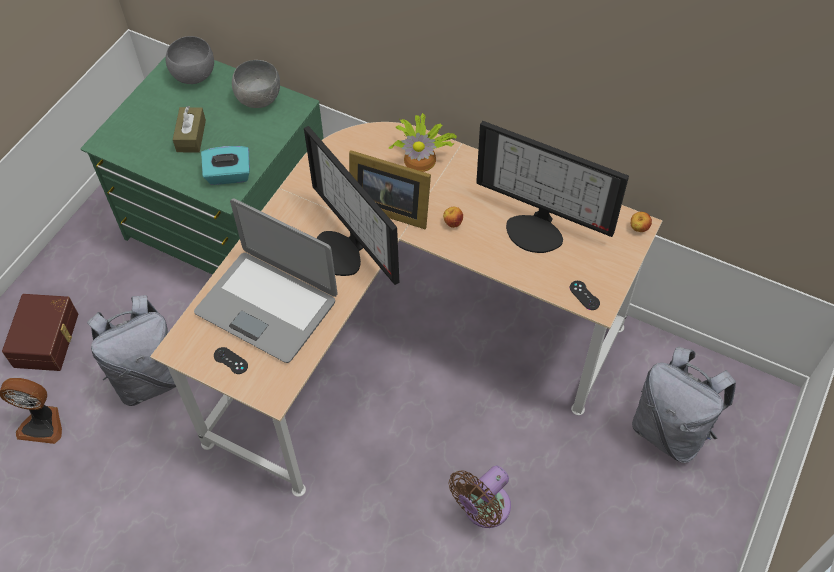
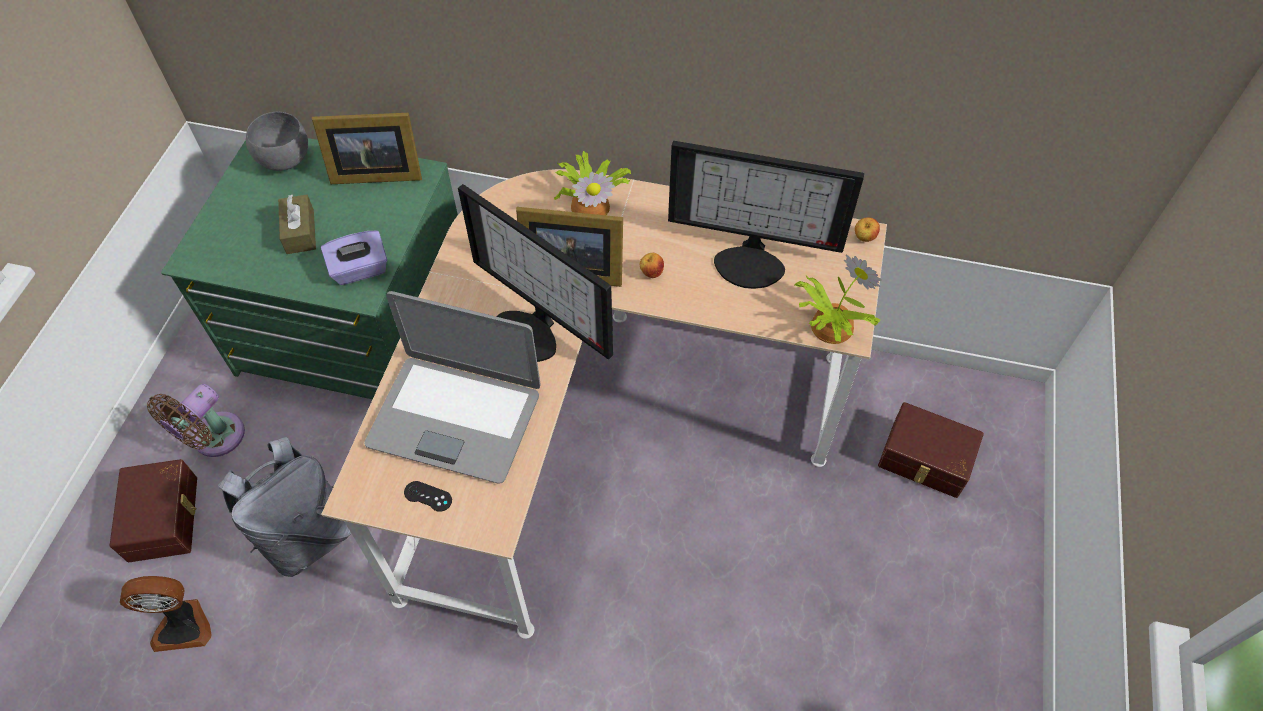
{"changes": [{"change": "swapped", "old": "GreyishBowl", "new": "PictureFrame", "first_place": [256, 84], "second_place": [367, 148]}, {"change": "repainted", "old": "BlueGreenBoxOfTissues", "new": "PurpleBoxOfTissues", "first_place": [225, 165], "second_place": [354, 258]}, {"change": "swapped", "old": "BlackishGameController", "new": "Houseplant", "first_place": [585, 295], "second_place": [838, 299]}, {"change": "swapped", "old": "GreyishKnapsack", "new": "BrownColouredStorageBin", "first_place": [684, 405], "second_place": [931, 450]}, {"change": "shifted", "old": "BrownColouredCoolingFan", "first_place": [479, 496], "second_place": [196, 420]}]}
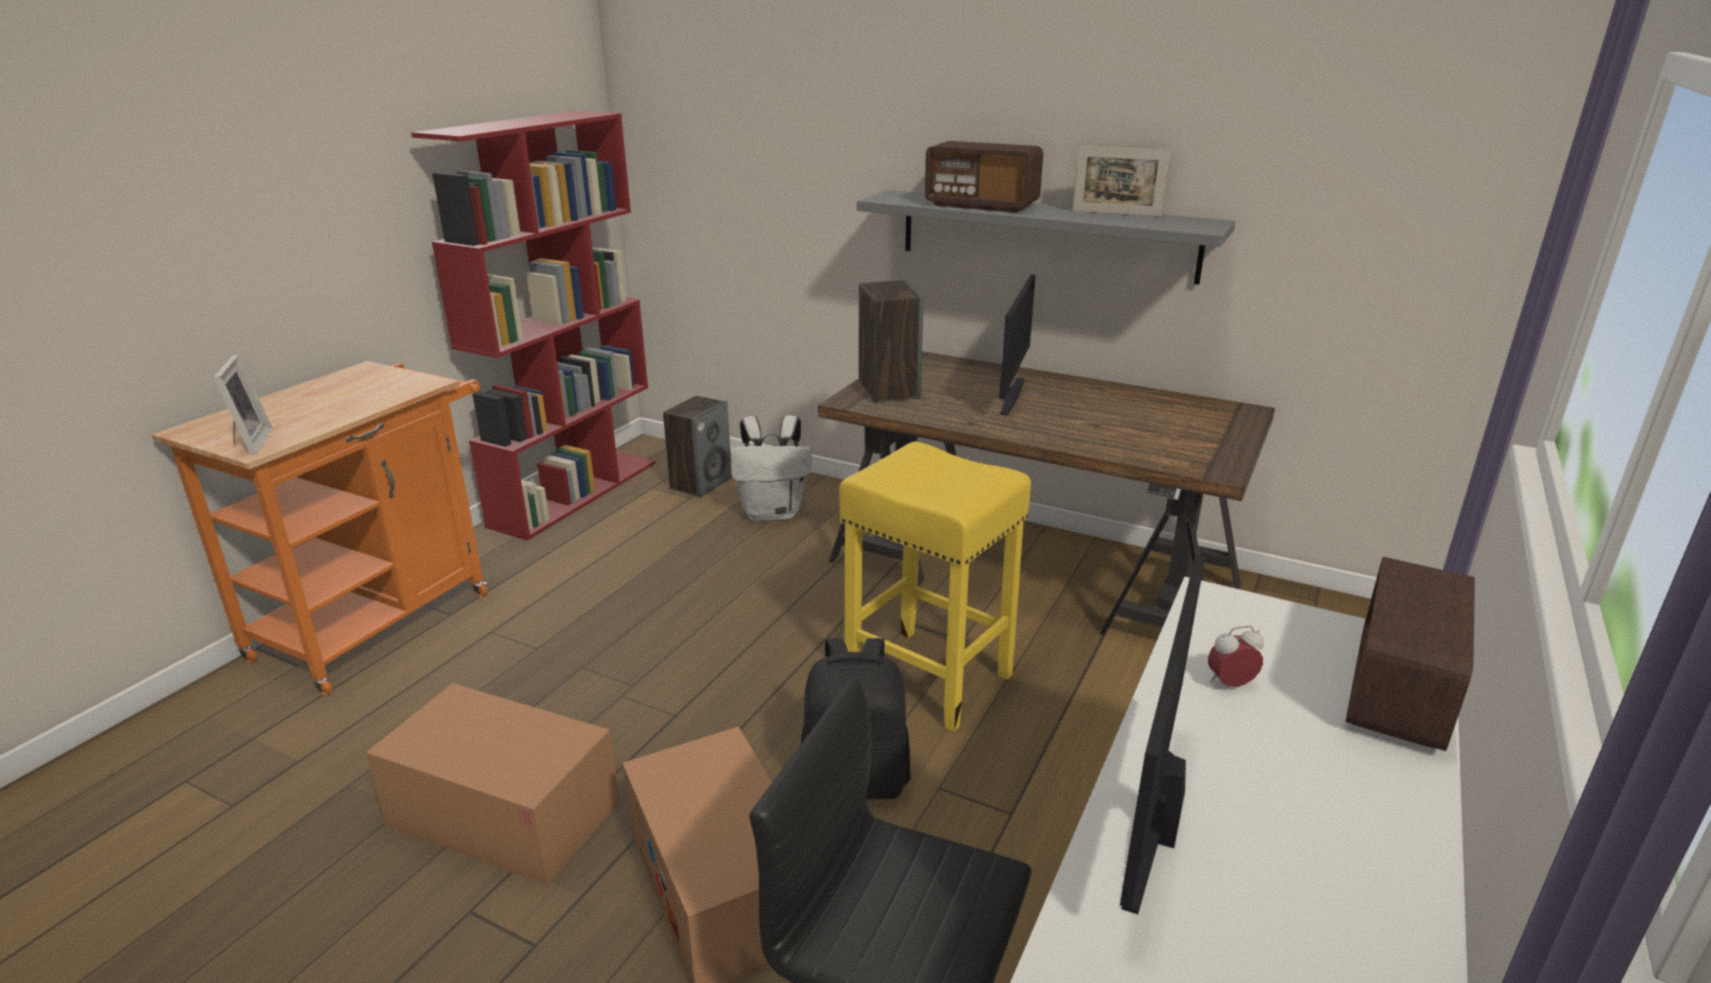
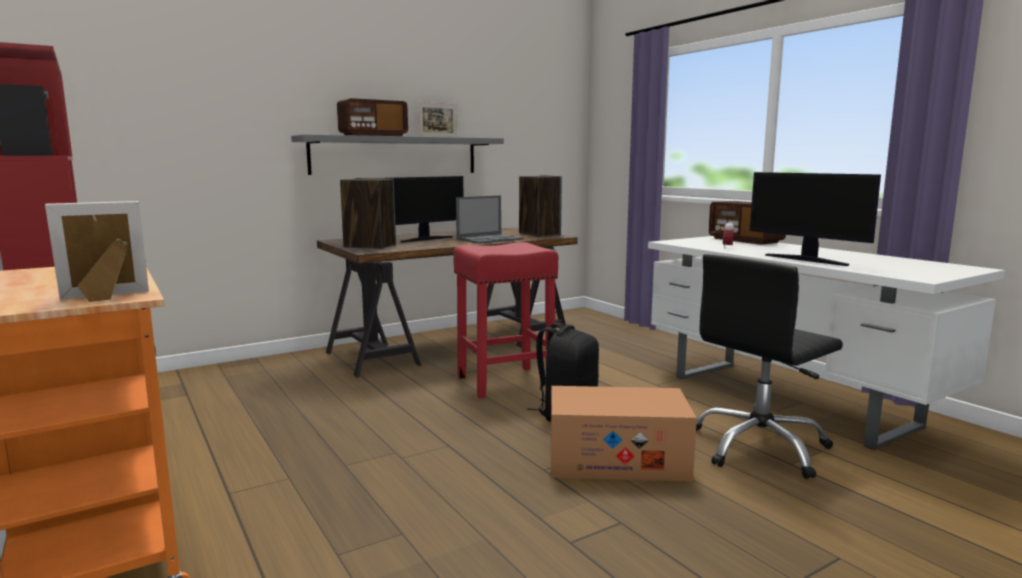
{"changes": [{"change": "rotated", "old": "Monitor", "first_place": [1017, 345], "second_place": [428, 209], "degrees": 90}, {"change": "rotated", "old": "PictureFrame", "first_place": [243, 405], "second_place": [97, 251], "degrees": -45}, {"change": "shifted", "old": "Speaker", "first_place": [697, 447], "second_place": [540, 206]}, {"change": "gone", "old": "WhitishKnapsack", "first_place": [771, 468]}, {"change": "repainted", "old": "YellowishStoolSeat", "new": "RedColouredStoolSeat", "first_place": [935, 587], "second_place": [505, 320]}, {"change": "gone", "old": "PackingBox", "first_place": [493, 784]}, {"change": "new", "new": "NotebookComputer", "second_place": [490, 219]}]}
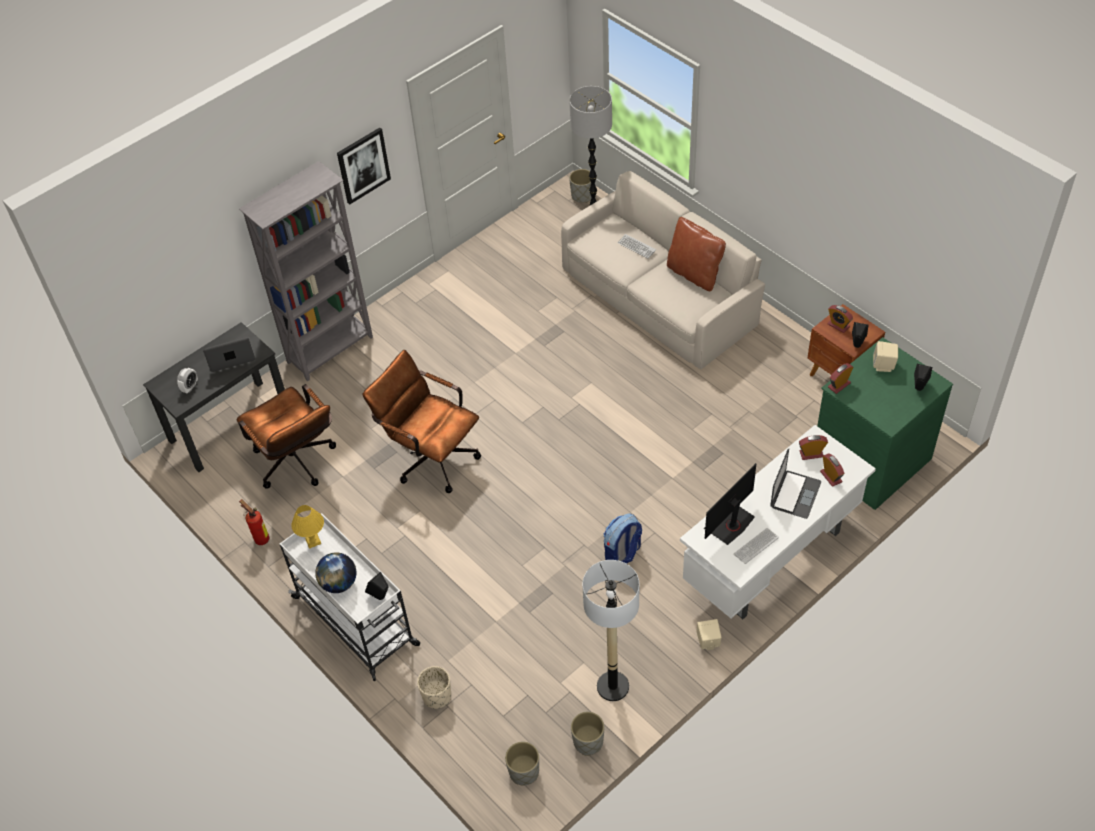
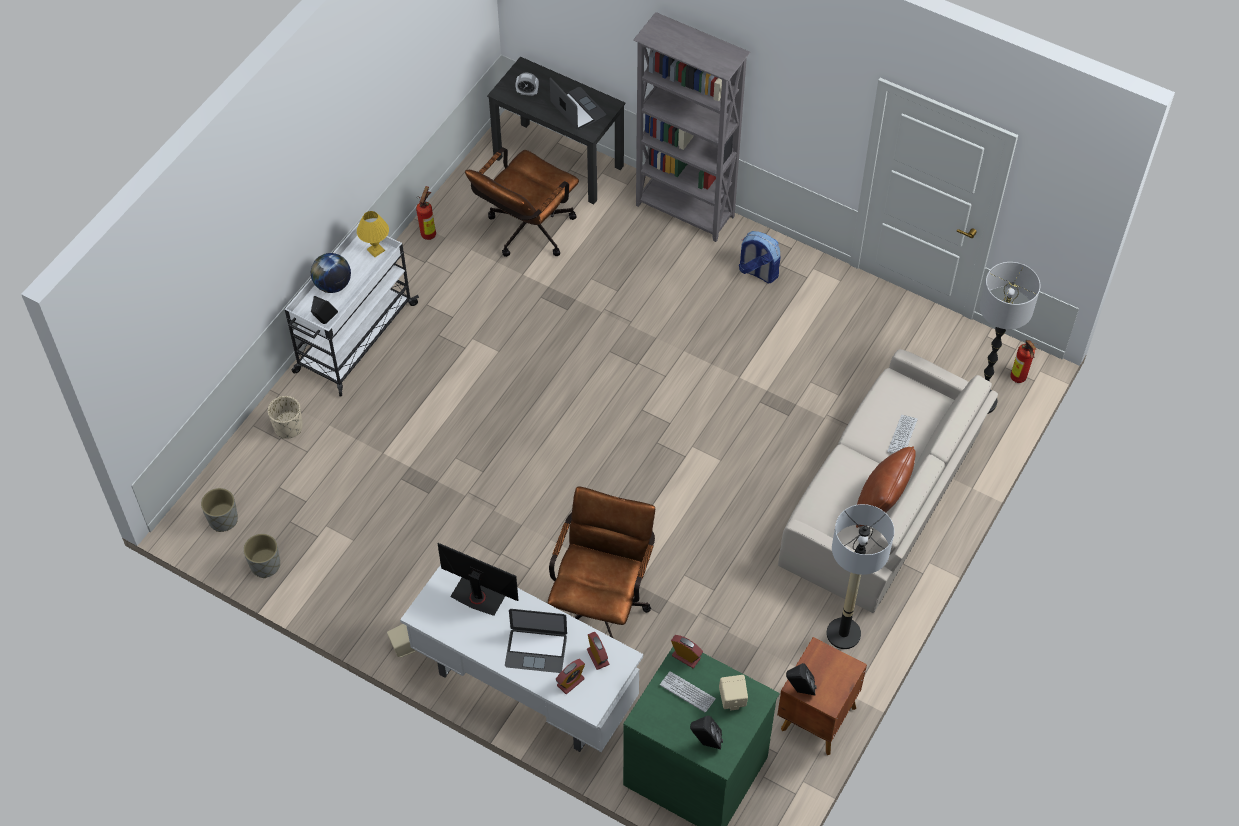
{"changes": [{"change": "gone", "old": "WallArt", "first_place": [364, 165]}, {"change": "swapped", "old": "GreyishFlowerPot", "new": "Extinguisher", "first_place": [580, 186], "second_place": [1023, 361]}, {"change": "gone", "old": "AlarmClock", "first_place": [840, 319]}, {"change": "shifted", "old": "BrownColouredComputerChair", "first_place": [422, 421], "second_place": [601, 562]}, {"change": "shifted", "old": "Knapsack", "first_place": [623, 538], "second_place": [759, 257]}, {"change": "shifted", "old": "PcKeyboard", "first_place": [756, 546], "second_place": [688, 691]}, {"change": "shifted", "old": "FloorLamp", "first_place": [610, 630], "second_place": [860, 576]}]}
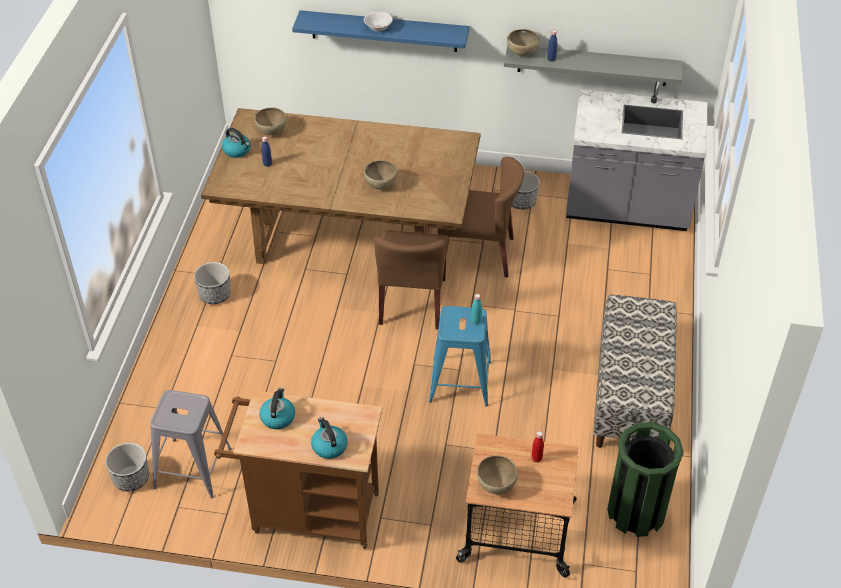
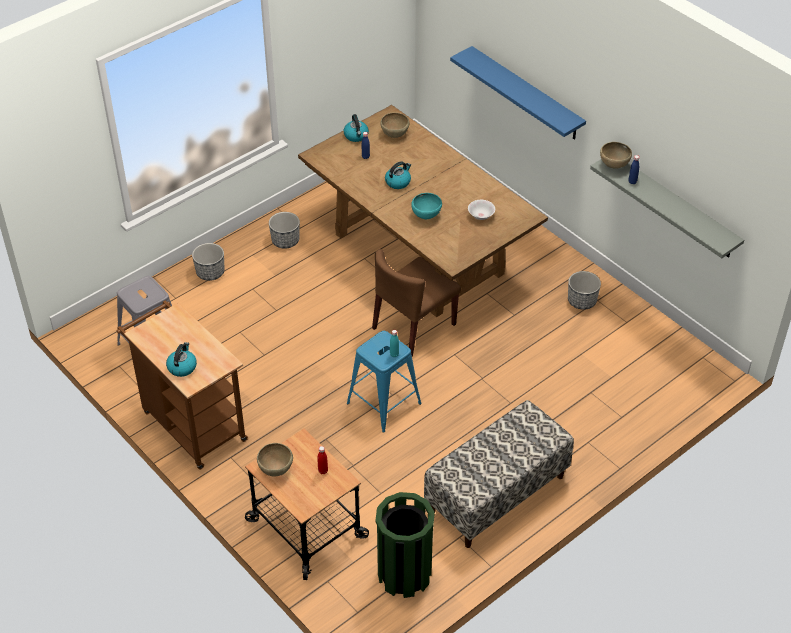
{"changes": [{"change": "shifted", "old": "WhitishBowl", "first_place": [378, 21], "second_place": [481, 210]}, {"change": "gone", "old": "GreyishKitchenCounter", "first_place": [636, 156]}, {"change": "gone", "old": "BrownColouredChair", "first_place": [481, 217]}, {"change": "repainted", "old": "BrownColouredBowl", "new": "BlueGreenBowl", "first_place": [380, 175], "second_place": [426, 206]}, {"change": "shifted", "old": "Kettle", "first_place": [277, 408], "second_place": [398, 175]}, {"change": "shifted", "old": "FlowerPot", "first_place": [127, 467], "second_place": [208, 262]}]}
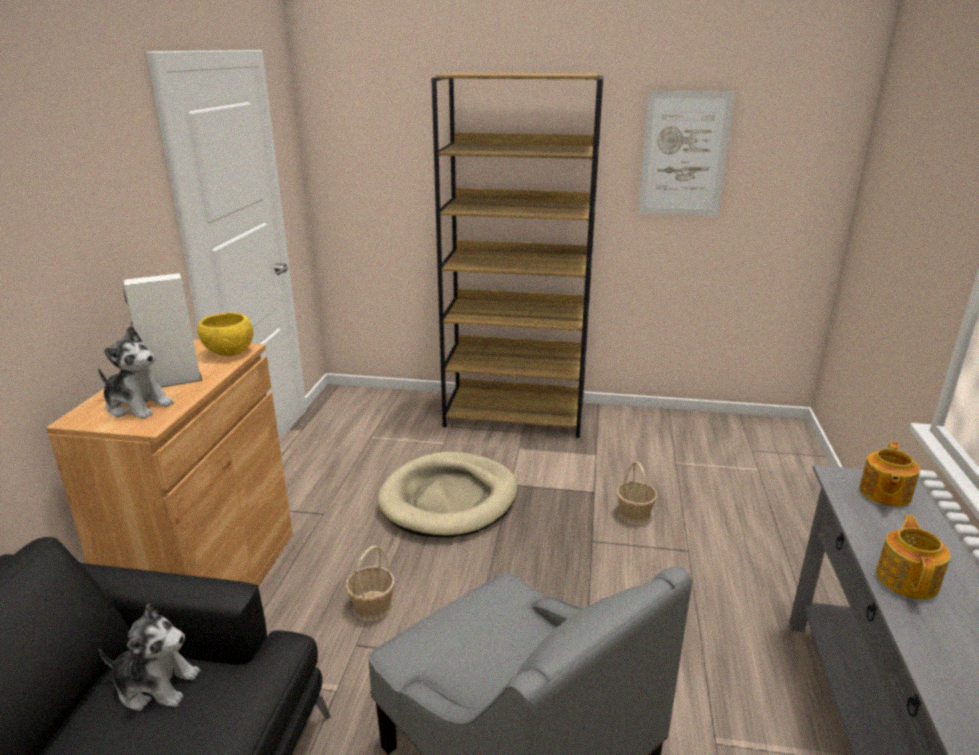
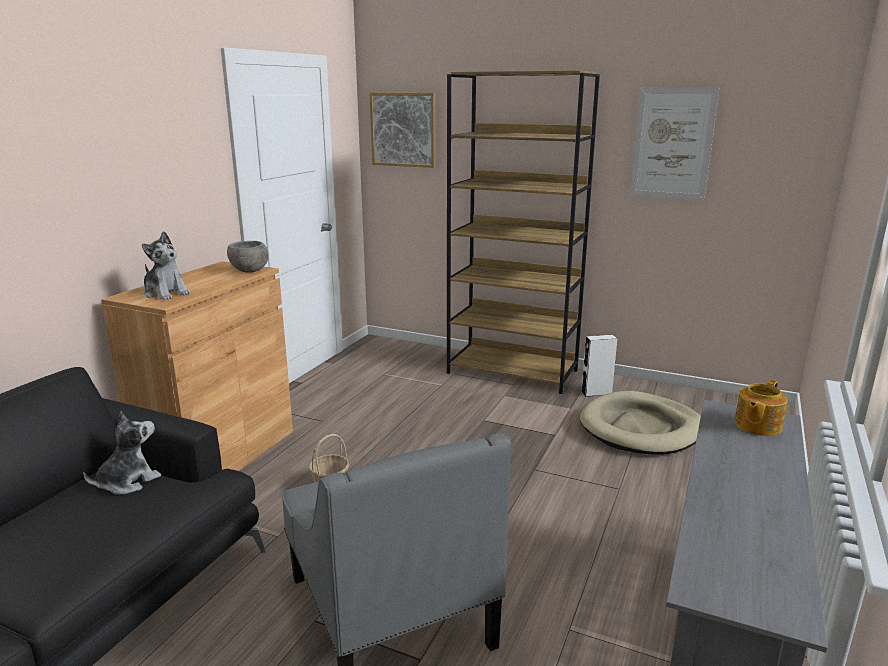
{"changes": [{"change": "shifted", "old": "WhitishSpeaker", "first_place": [162, 330], "second_place": [599, 366]}, {"change": "repainted", "old": "YellowishBowl", "new": "GreyishBowl", "first_place": [225, 334], "second_place": [248, 257]}, {"change": "shifted", "old": "BeigeDogCushion", "first_place": [447, 495], "second_place": [640, 423]}, {"change": "gone", "old": "Basket", "first_place": [637, 492]}, {"change": "gone", "old": "PotForTea", "first_place": [913, 557]}, {"change": "rotated", "old": "CuddlyToy", "first_place": [149, 657], "second_place": [122, 453], "degrees": -75}, {"change": "new", "new": "WallArt", "second_place": [403, 130]}]}
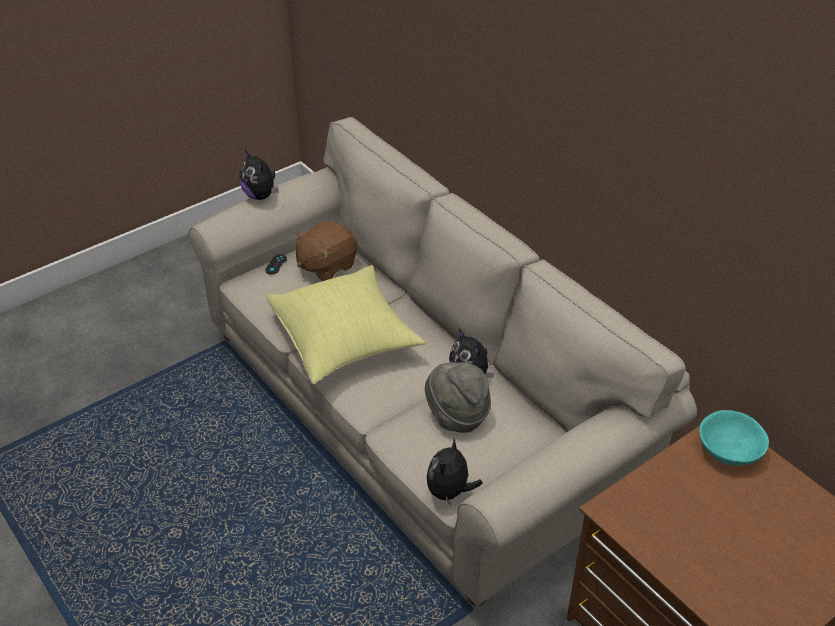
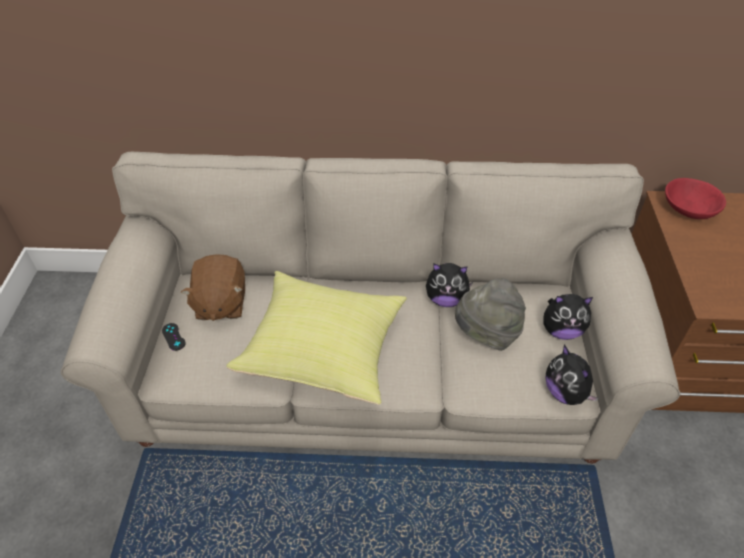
{"changes": [{"change": "shifted", "old": "CuddlyToy", "first_place": [259, 175], "second_place": [568, 317]}, {"change": "repainted", "old": "BlueGreenBowl", "new": "RedColouredBowl", "first_place": [734, 437], "second_place": [695, 198]}]}
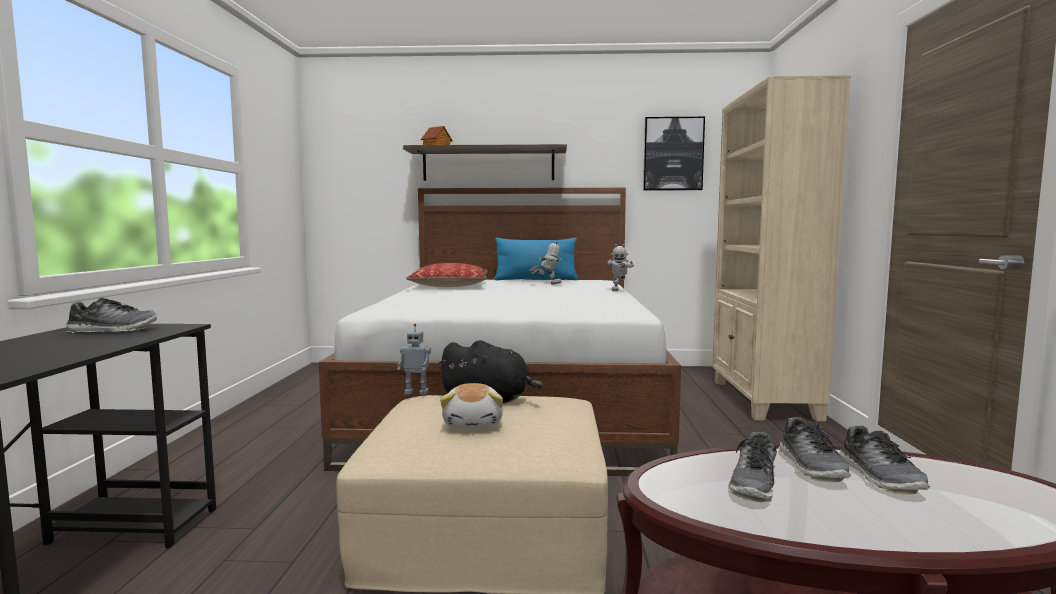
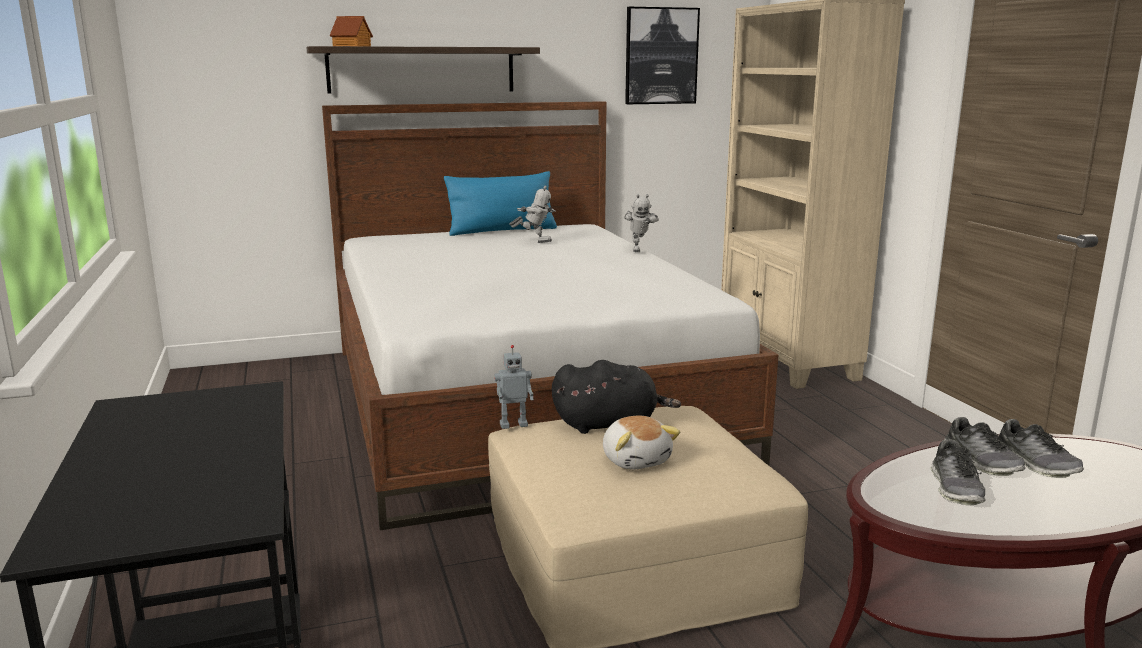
{"changes": [{"change": "rotated", "old": "ModelRobot", "first_place": [546, 263], "second_place": [532, 214], "degrees": 45}, {"change": "gone", "old": "Pillow", "first_place": [447, 275]}, {"change": "gone", "old": "ItemOfFootwear", "first_place": [111, 315]}]}
